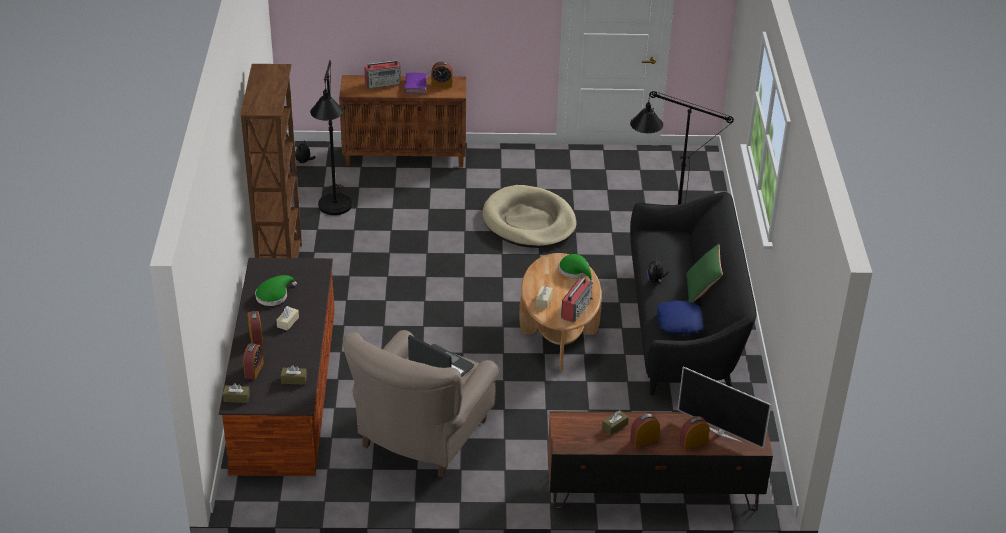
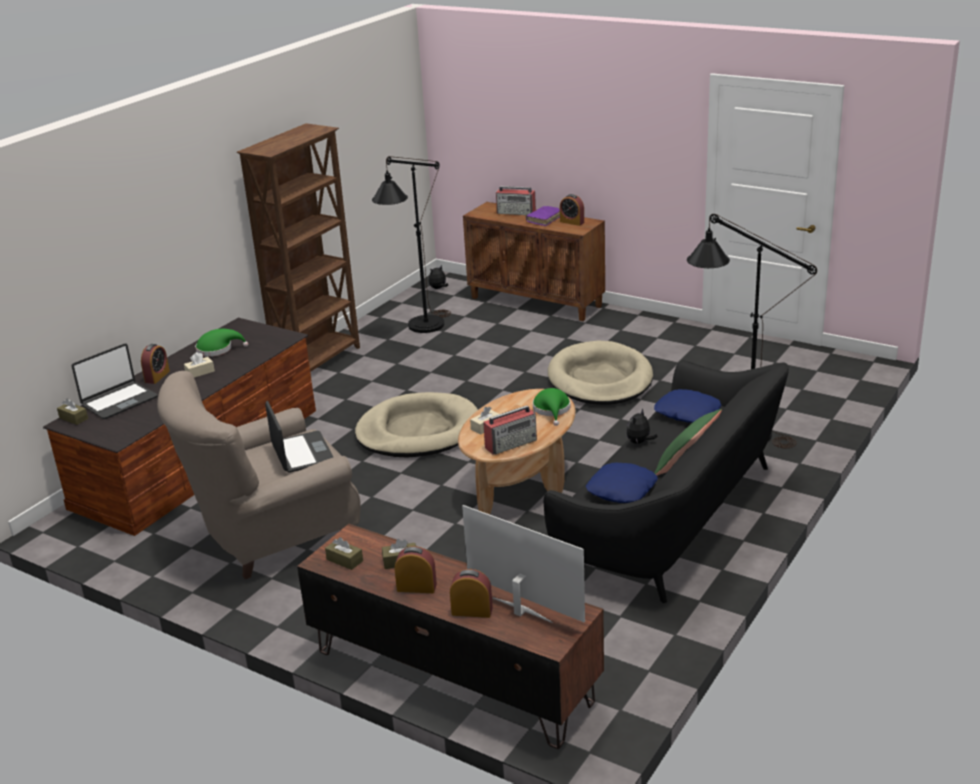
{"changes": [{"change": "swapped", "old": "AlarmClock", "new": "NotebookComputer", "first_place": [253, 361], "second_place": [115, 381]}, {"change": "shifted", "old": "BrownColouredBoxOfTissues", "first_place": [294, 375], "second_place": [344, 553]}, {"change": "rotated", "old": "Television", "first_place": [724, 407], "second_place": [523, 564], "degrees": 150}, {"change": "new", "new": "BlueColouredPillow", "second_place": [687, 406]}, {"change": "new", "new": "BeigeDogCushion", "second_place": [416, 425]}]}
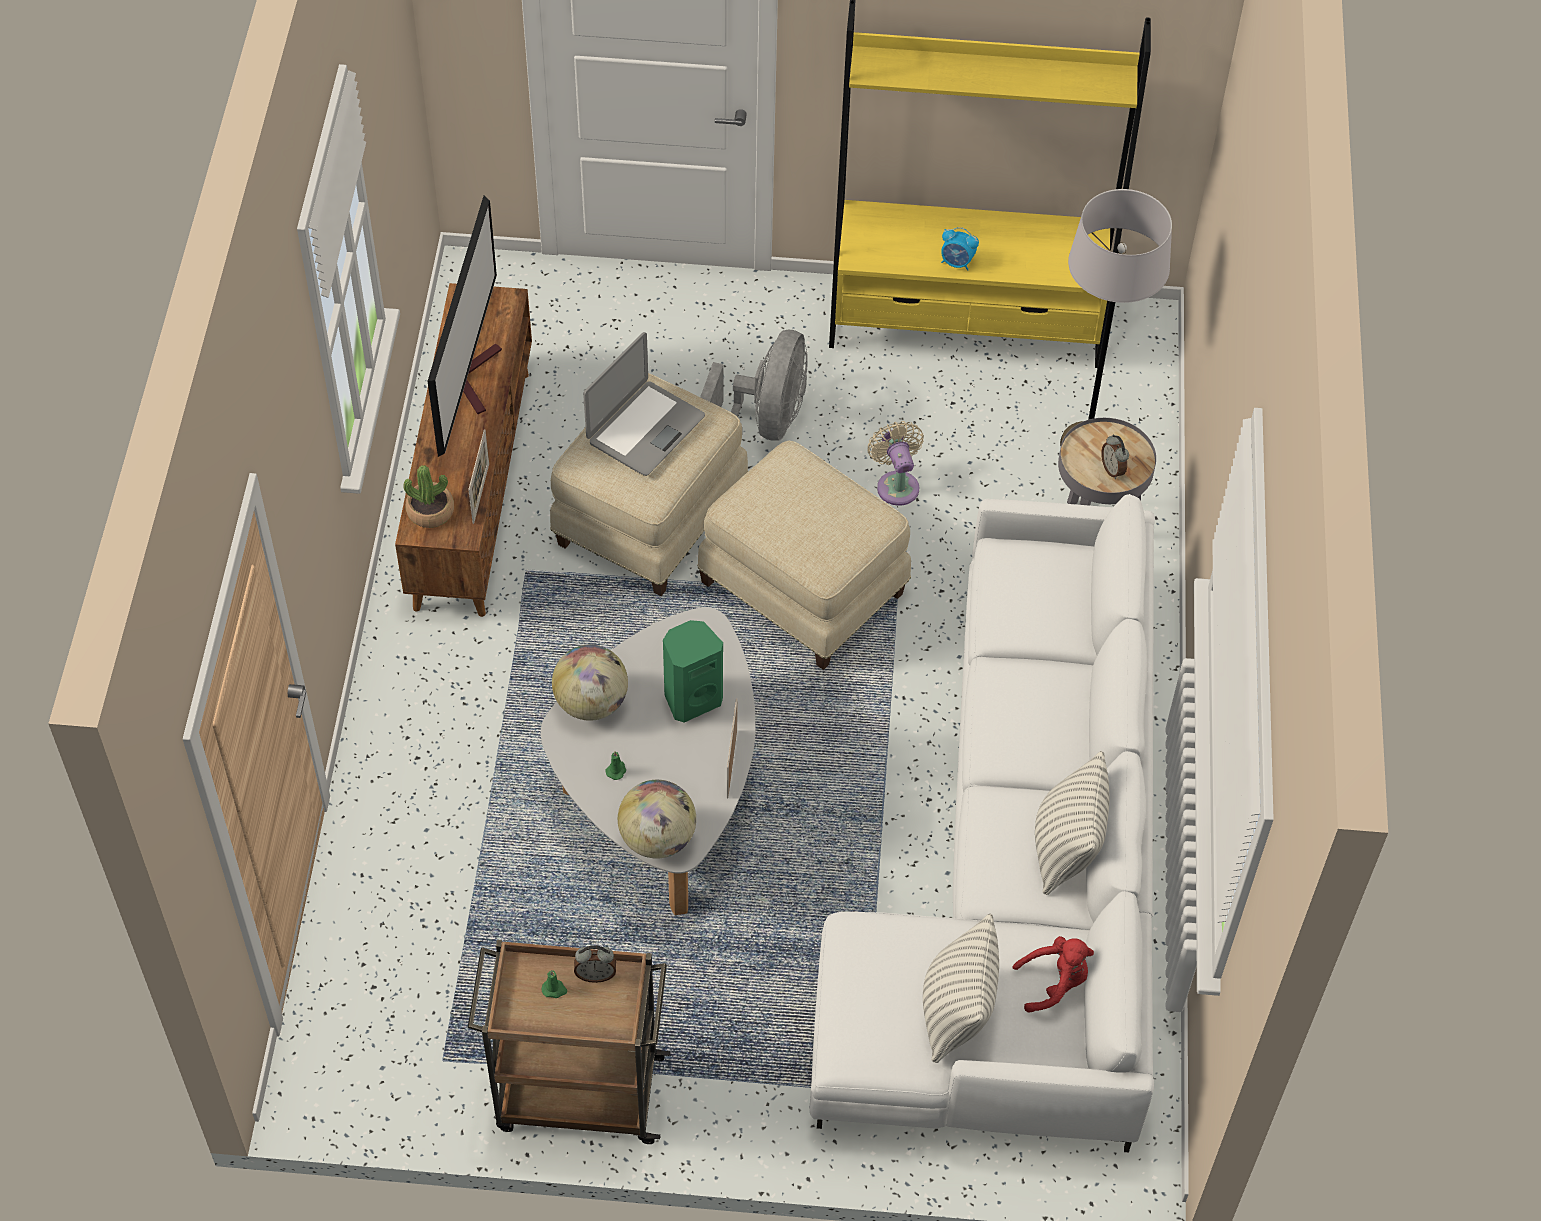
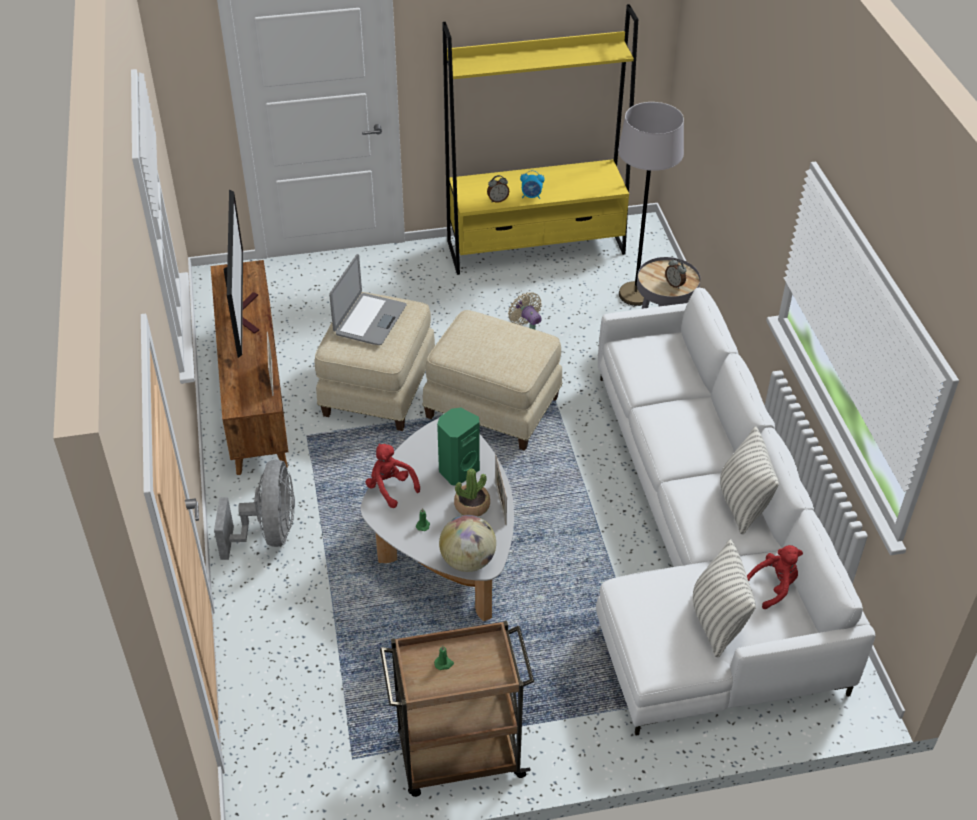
{"changes": [{"change": "shifted", "old": "GreyishCoolingFan", "first_place": [754, 385], "second_place": [254, 510]}, {"change": "shifted", "old": "Houseplant", "first_place": [428, 496], "second_place": [472, 492]}, {"change": "swapped", "old": "DeskGlobe", "new": "RedColouredCuddlyToy", "first_place": [590, 682], "second_place": [392, 476]}, {"change": "shifted", "old": "AlarmClock", "first_place": [595, 964], "second_place": [498, 189]}]}
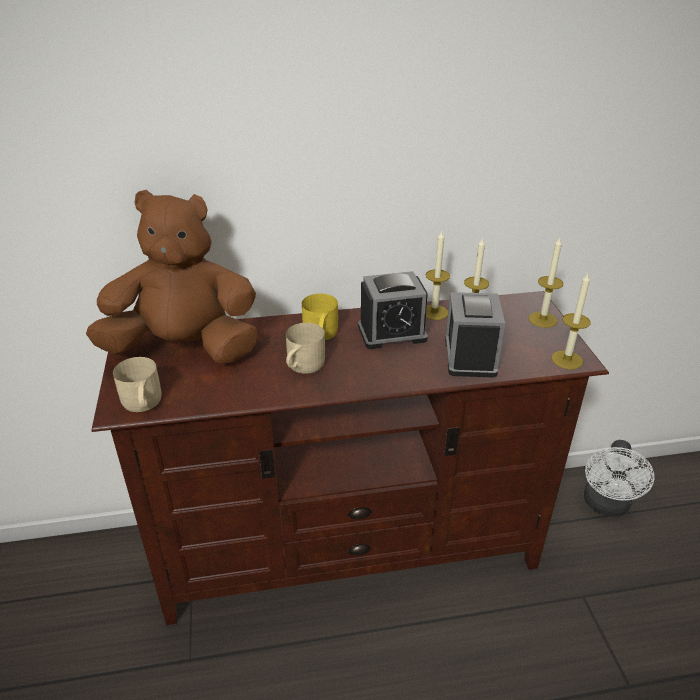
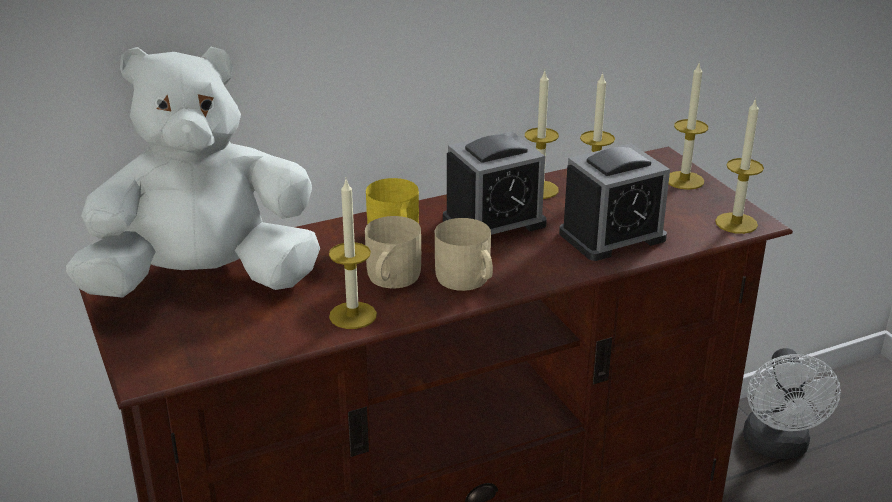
{"changes": [{"change": "repainted", "old": "BrownColouredCuddlyToy", "new": "WhitishCuddlyToy", "first_place": [172, 277], "second_place": [193, 172]}, {"change": "rotated", "old": "AlarmClock", "first_place": [475, 334], "second_place": [614, 202], "degrees": -105}, {"change": "shifted", "old": "BeigeCoffeeMug", "first_place": [137, 384], "second_place": [464, 254]}, {"change": "new", "new": "WaxLight", "second_place": [353, 253]}]}
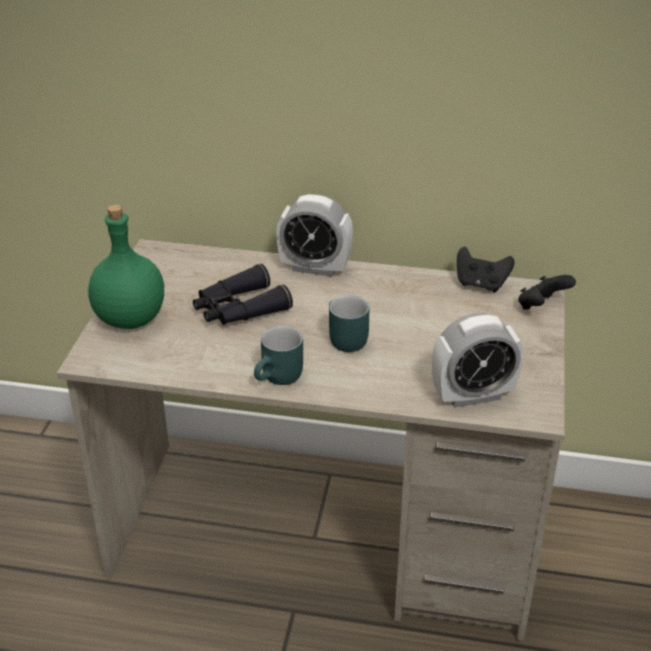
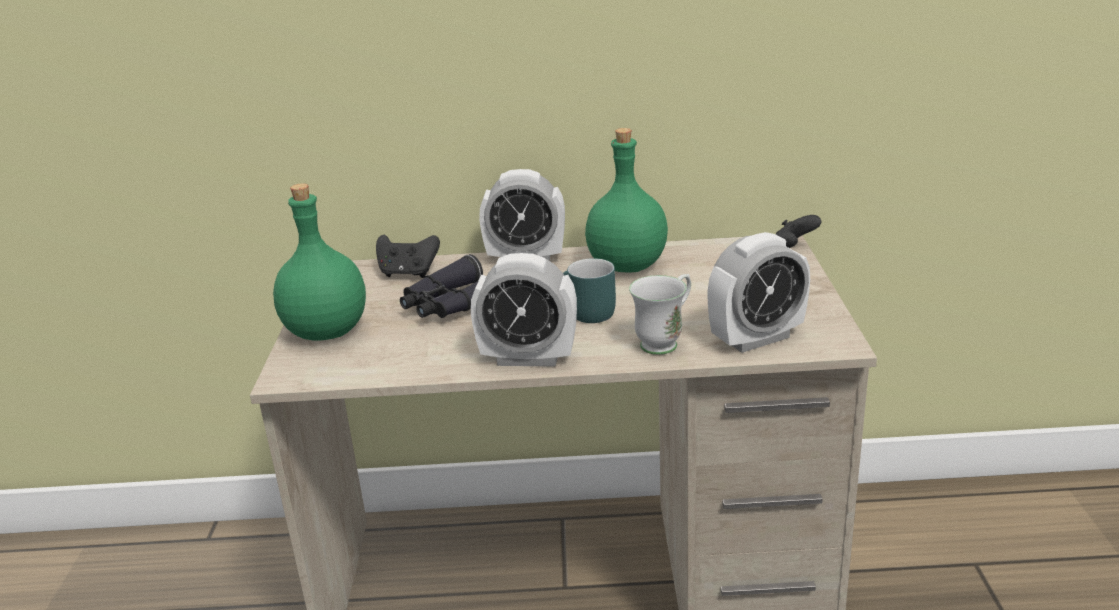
{"changes": [{"change": "shifted", "old": "BlackishGameController", "first_place": [486, 269], "second_place": [408, 256]}, {"change": "swapped", "old": "BlueGreenCoffeeMug", "new": "AlarmClock", "first_place": [278, 355], "second_place": [524, 310]}, {"change": "new", "new": "GreenColouredBottle", "second_place": [626, 200]}, {"change": "new", "new": "WhitishCoffeeMug", "second_place": [660, 314]}]}
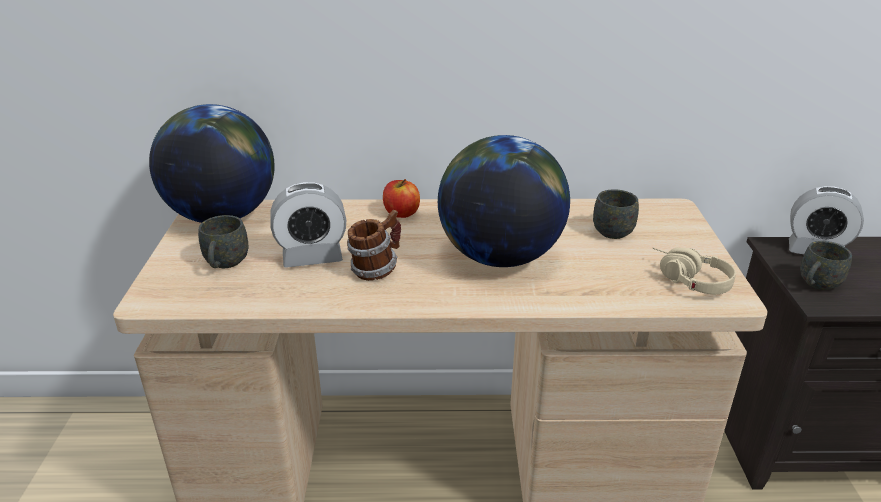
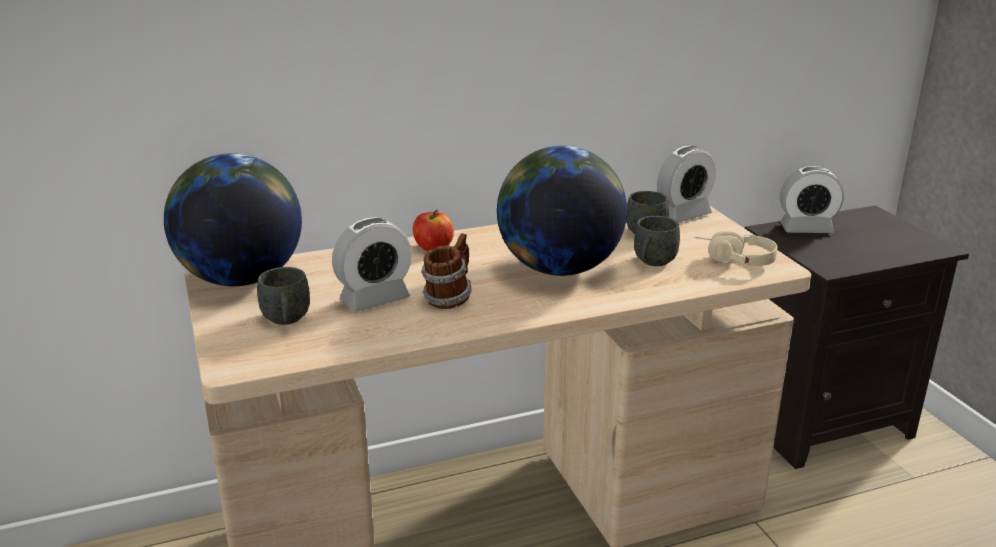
{"changes": [{"change": "shifted", "old": "GreyishCoffeeMug", "first_place": [826, 265], "second_place": [657, 241]}, {"change": "new", "new": "AlarmClock", "second_place": [686, 184]}]}
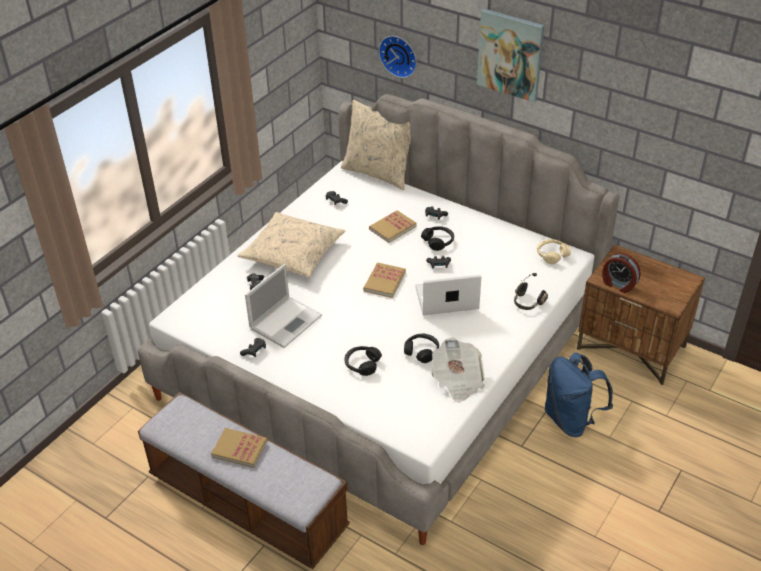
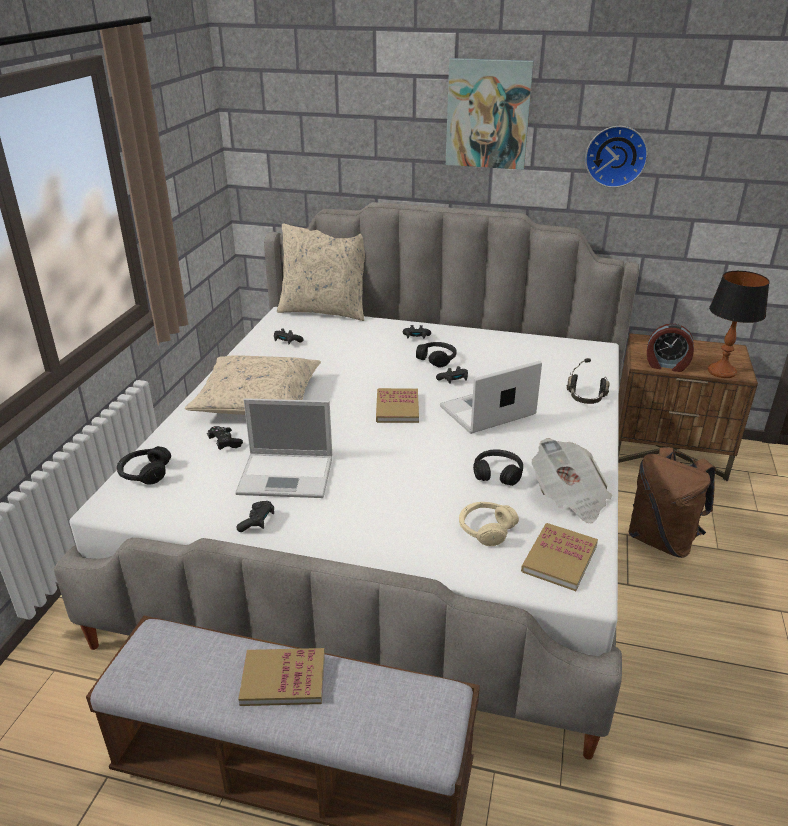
{"changes": [{"change": "shifted", "old": "HangingClock", "first_place": [398, 57], "second_place": [616, 157]}, {"change": "shifted", "old": "Volume", "first_place": [392, 226], "second_place": [559, 557]}, {"change": "shifted", "old": "BeigeHeadset", "first_place": [554, 251], "second_place": [489, 524]}, {"change": "rotated", "old": "NotebookComputer", "first_place": [283, 306], "second_place": [283, 448], "degrees": 75}, {"change": "shifted", "old": "BlackishHeadset", "first_place": [363, 361], "second_place": [144, 465]}, {"change": "repainted", "old": "BlueColouredKnapsack", "new": "BrownColouredKnapsack", "first_place": [579, 395], "second_place": [672, 502]}, {"change": "new", "new": "TabletopLamp", "second_place": [739, 324]}]}
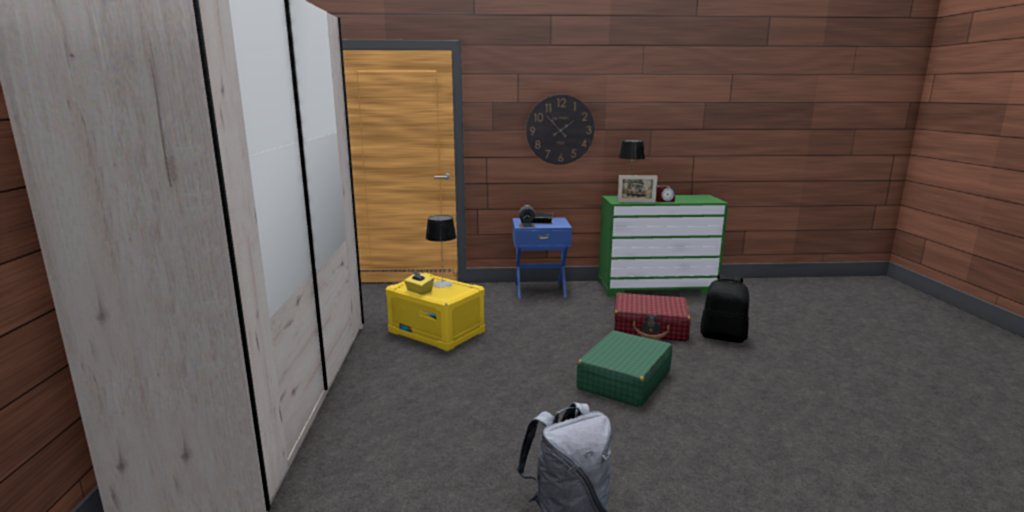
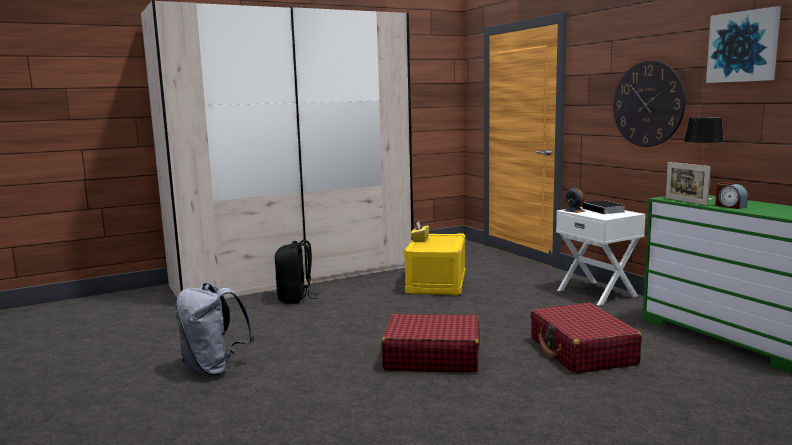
{"changes": [{"change": "gone", "old": "TabletopLamp", "first_place": [441, 251]}, {"change": "repainted", "old": "BlueColouredNightstand", "new": "WhitishNightstand", "first_place": [542, 258], "second_place": [601, 256]}, {"change": "shifted", "old": "BlackishKnapsack", "first_place": [724, 309], "second_place": [297, 272]}, {"change": "repainted", "old": "GreenColouredPieceOfLuggage", "new": "RedColouredPieceOfLuggage", "first_place": [624, 368], "second_place": [430, 343]}, {"change": "new", "new": "WallArt", "second_place": [743, 44]}]}
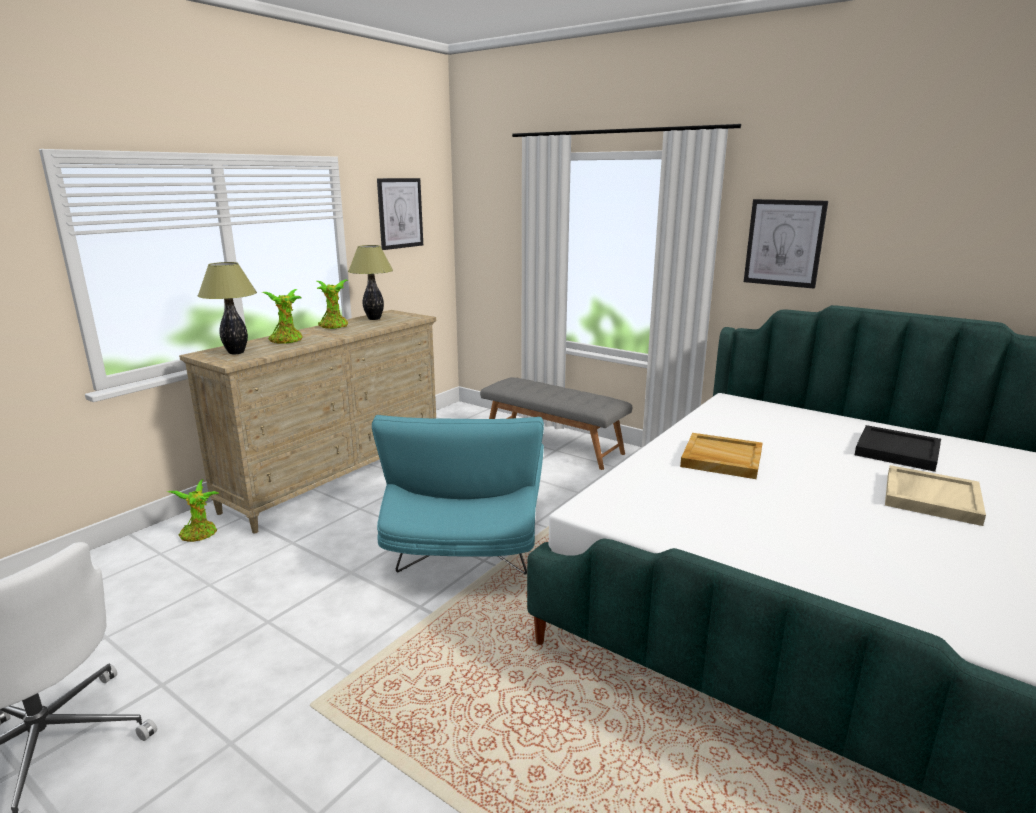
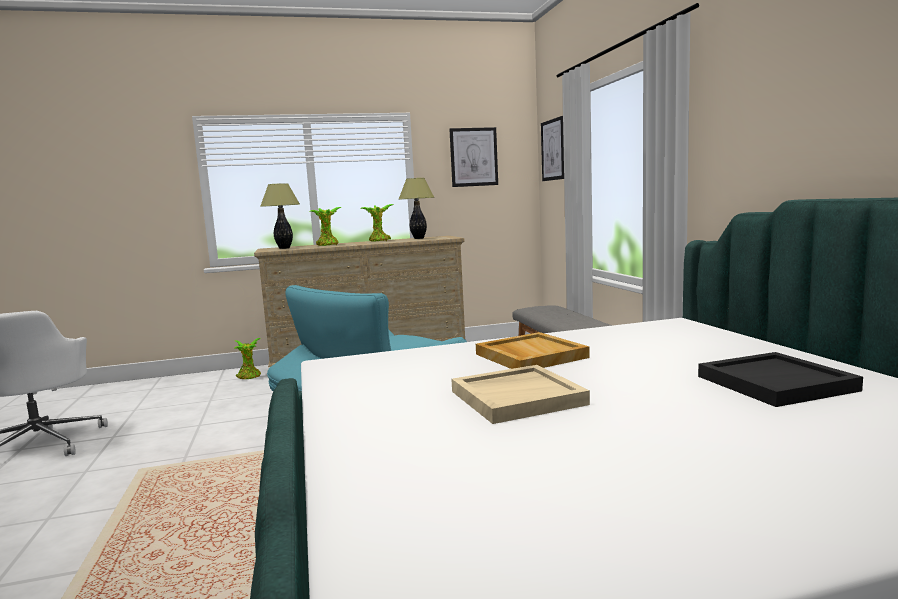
{"changes": [{"change": "shifted", "old": "WallArt", "first_place": [786, 244], "second_place": [552, 148]}, {"change": "shifted", "old": "BeigeTray", "first_place": [935, 495], "second_place": [520, 394]}]}
